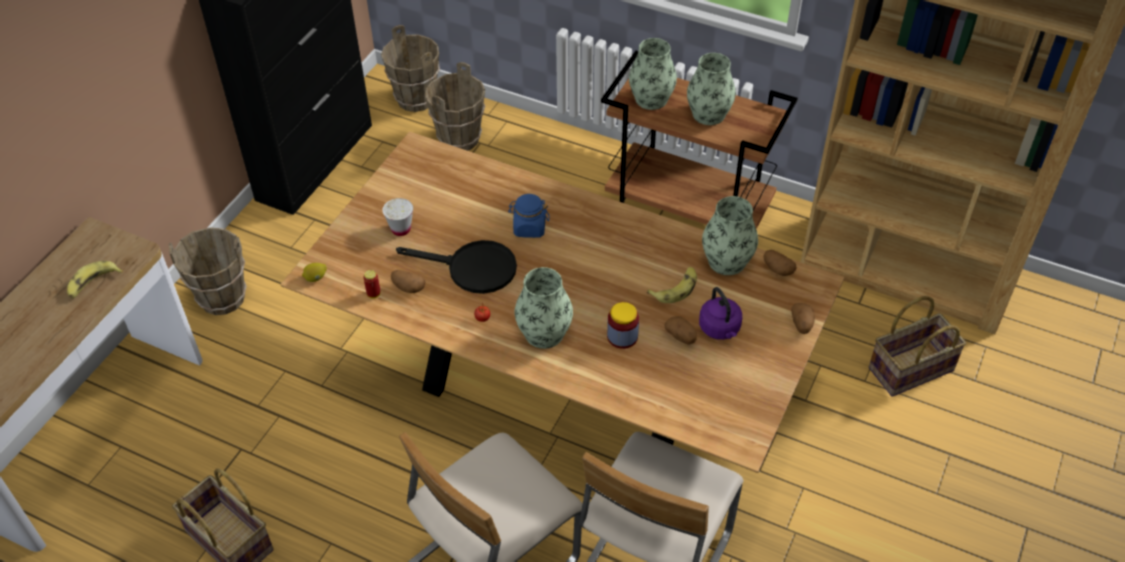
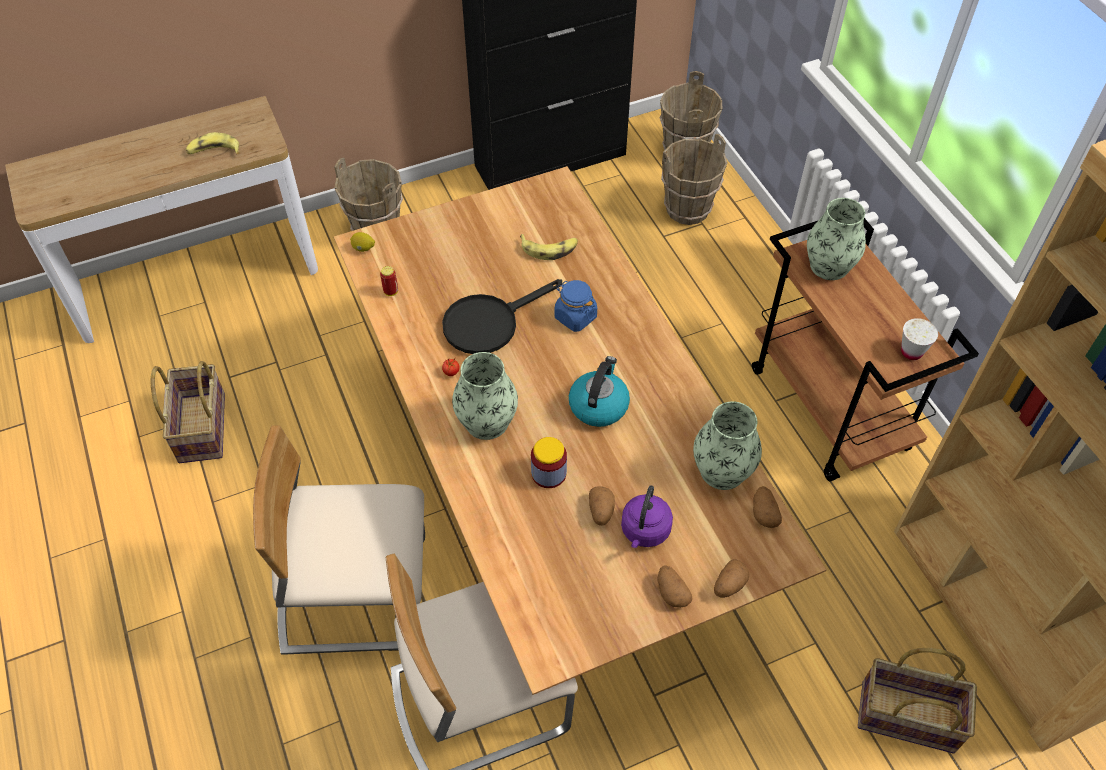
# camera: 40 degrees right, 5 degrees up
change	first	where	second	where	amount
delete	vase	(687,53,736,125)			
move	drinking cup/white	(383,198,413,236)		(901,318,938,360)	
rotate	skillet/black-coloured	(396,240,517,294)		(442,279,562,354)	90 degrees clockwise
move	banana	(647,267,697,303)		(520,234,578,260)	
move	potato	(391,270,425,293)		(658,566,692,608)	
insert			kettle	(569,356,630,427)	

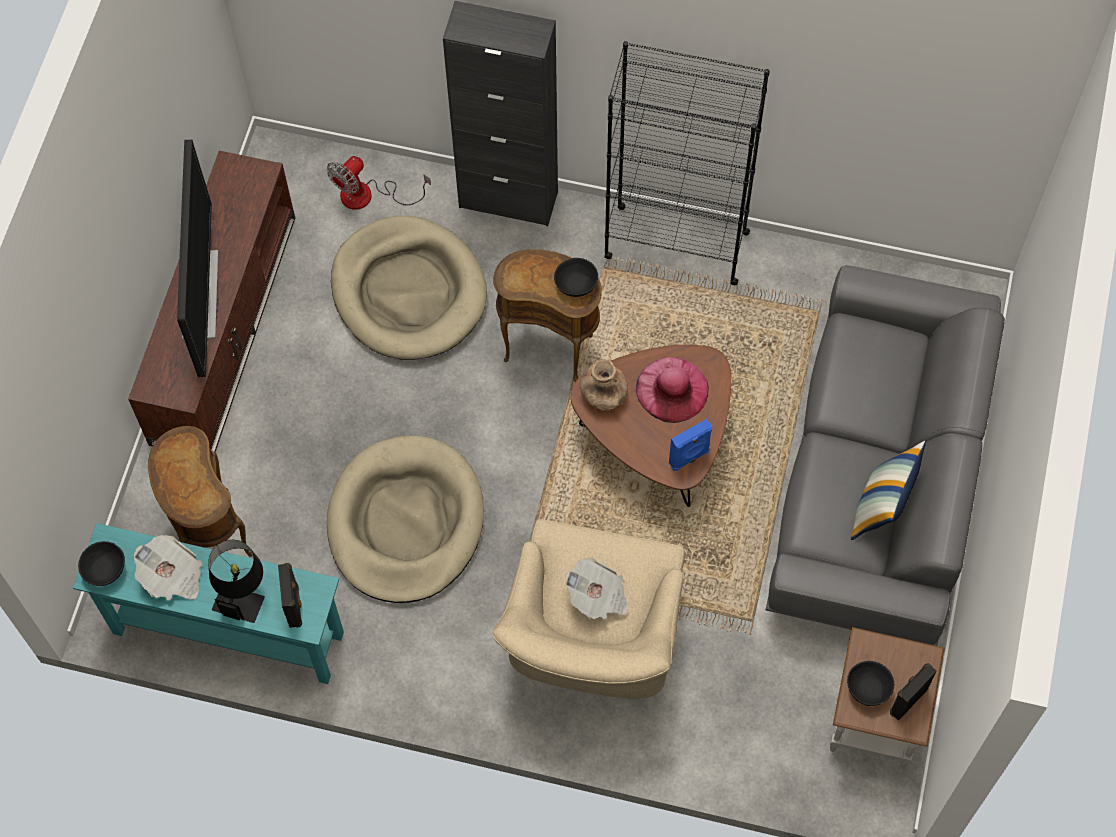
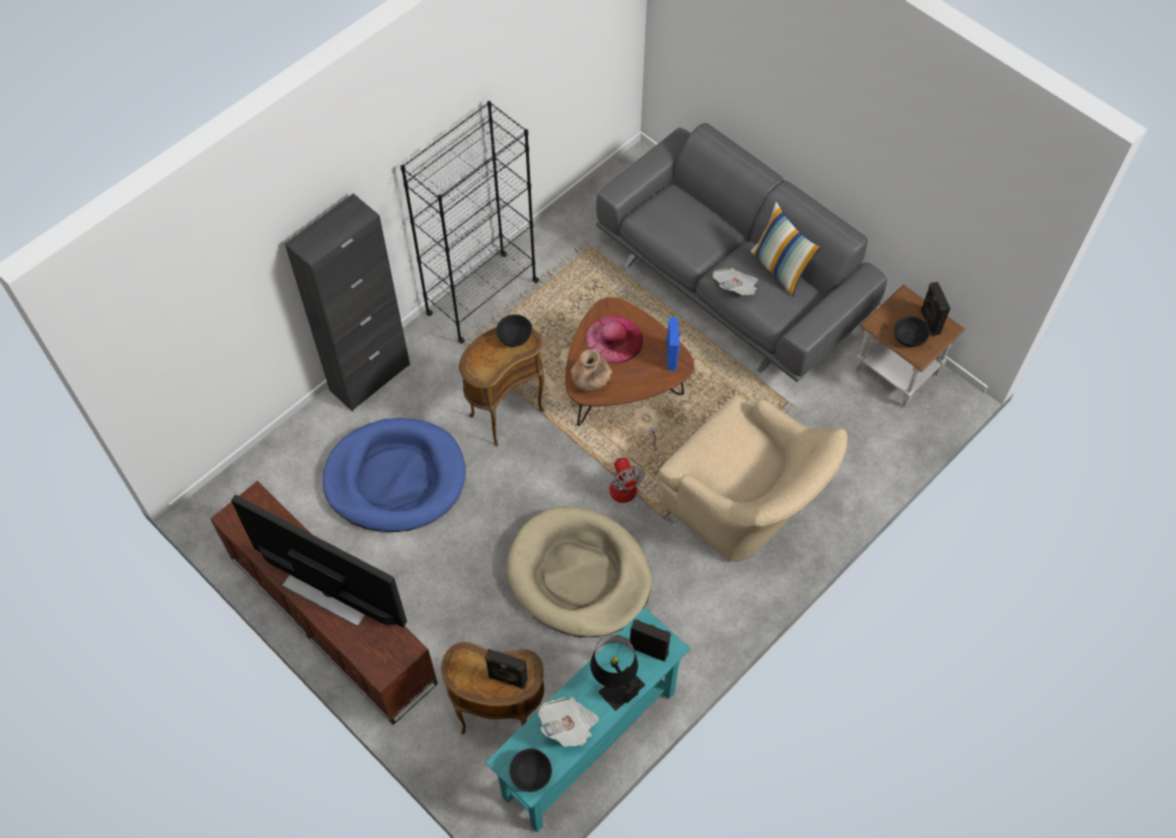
# camera: 60 degrees left, 5 degrees down
change	first	where	second	where	amount
move	cooling fan	(326,156,431,210)		(609,427,657,503)	
recolor	pet bed/beige	(331,216,487,360)	pet bed/blue-coloured	(323,418,466,532)	
move	newspaper	(565,558,628,620)		(713,268,758,295)	
insert			audio speaker/black-coloured	(485,649,528,689)	

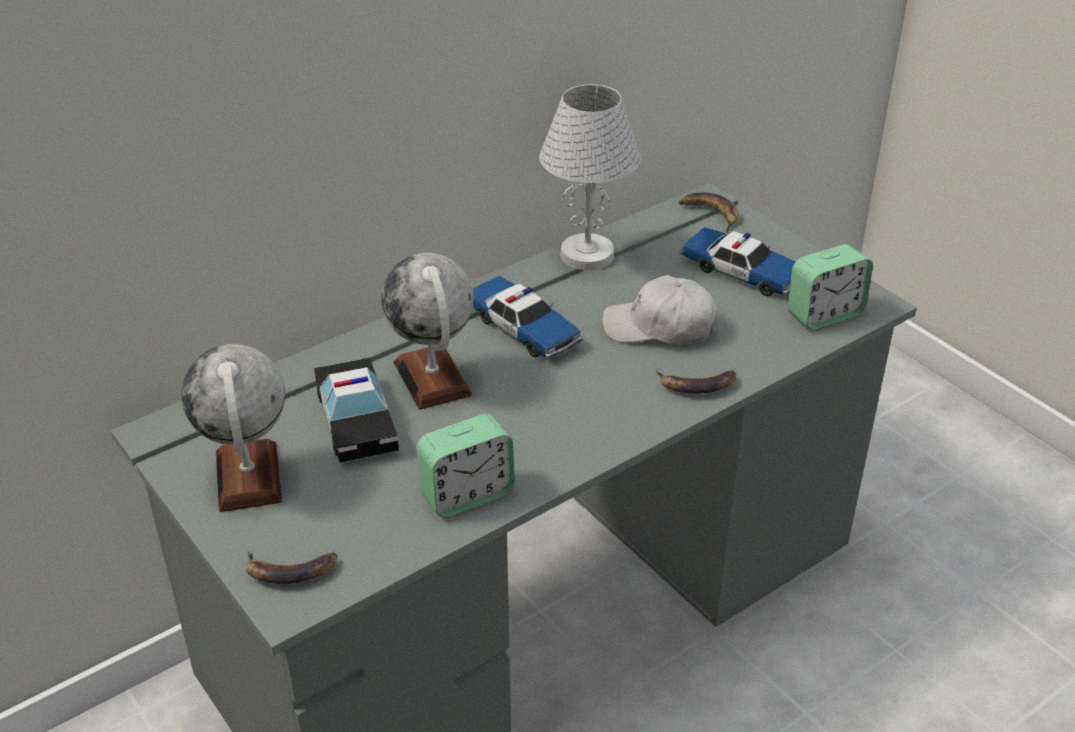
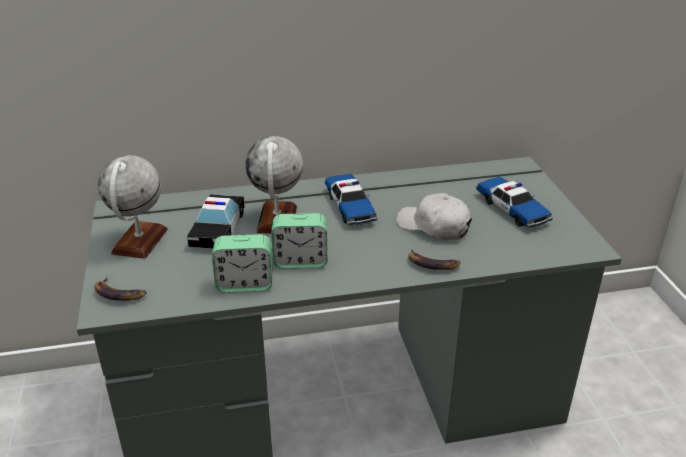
# camera: 25 degrees right, 5 degrees down
change	first	where	second	where	amount
delete	table lamp/white	(539,84,641,270)			
delete	banana	(679,193,739,233)			
move	bedside clock	(788,244,873,330)		(271,213,327,268)	

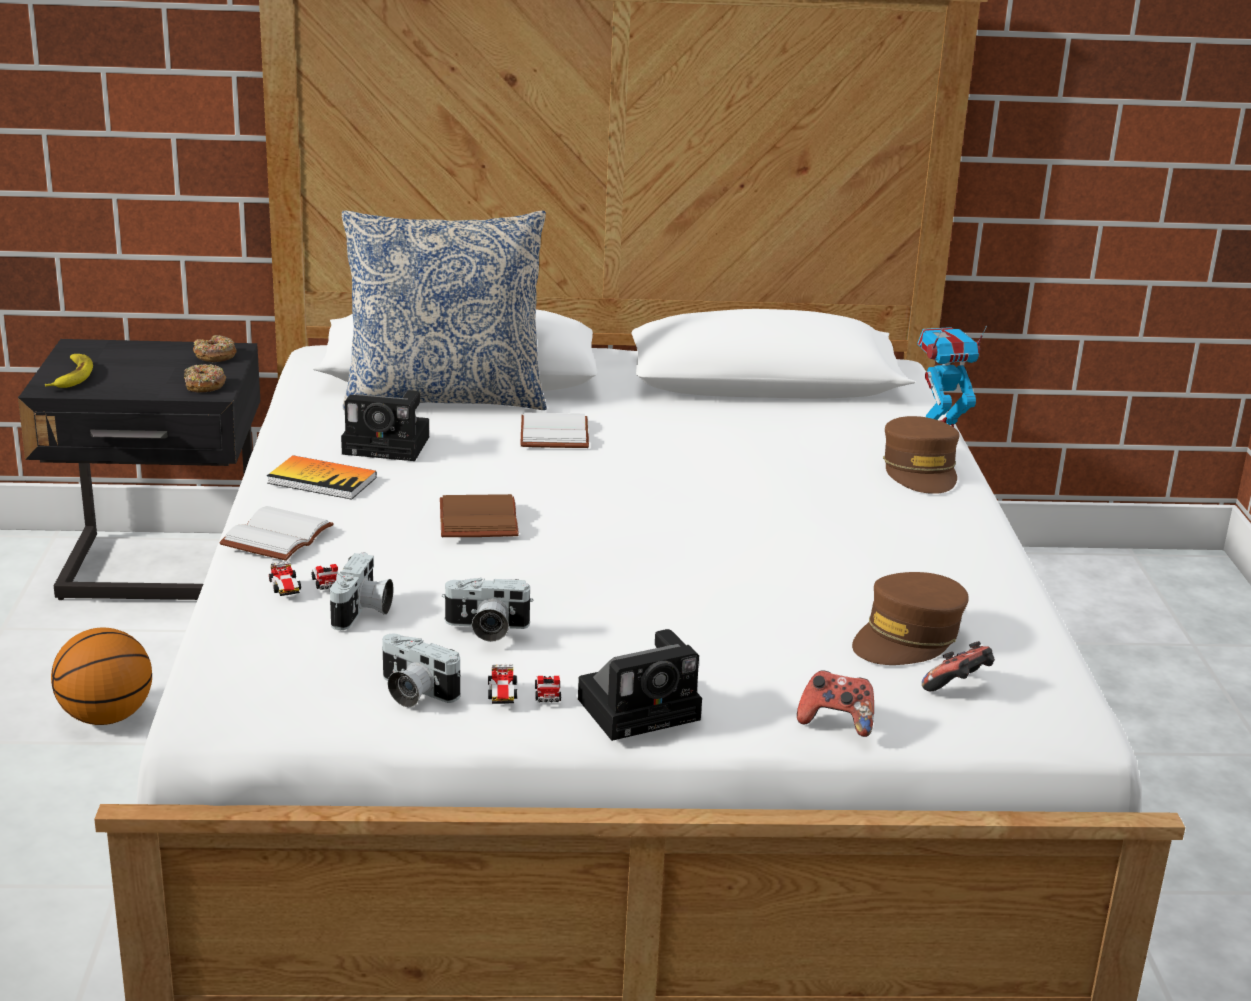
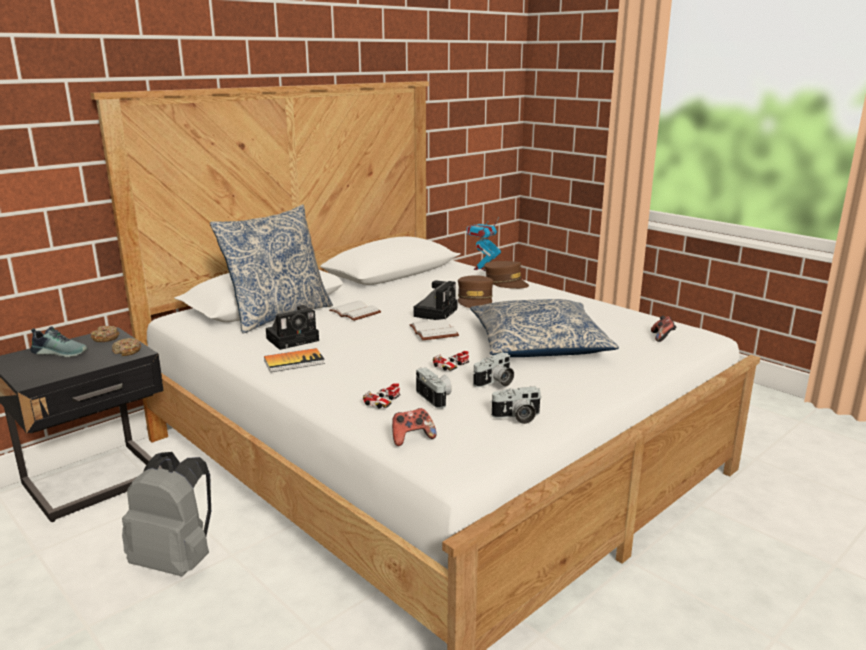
# camera: 40 degrees left, 5 degrees down
change	first	where	second	where	amount
delete	banana	(45,354,93,388)			
delete	book/brown	(440,494,519,537)			
move	book/white	(219,506,334,561)		(409,319,459,340)	
move	cap/brown	(852,572,969,665)		(458,275,494,308)	
replace	basketball	(51,628,152,725)	rucksack/greyish	(122,452,211,576)	
move	still camera	(578,629,702,741)		(413,280,457,320)	
move	model car	(488,664,561,704)		(433,351,469,371)	
move	joypad	(797,670,874,737)		(392,408,437,446)	
insert			cushion	(470,299,619,357)	
insert			shoe	(30,326,88,357)	

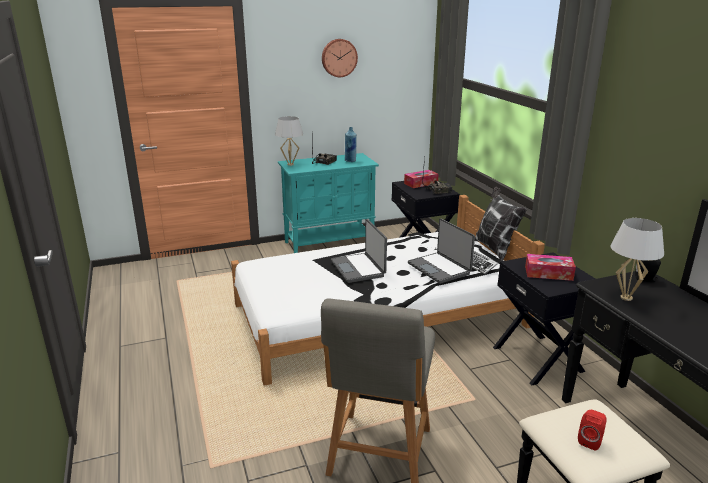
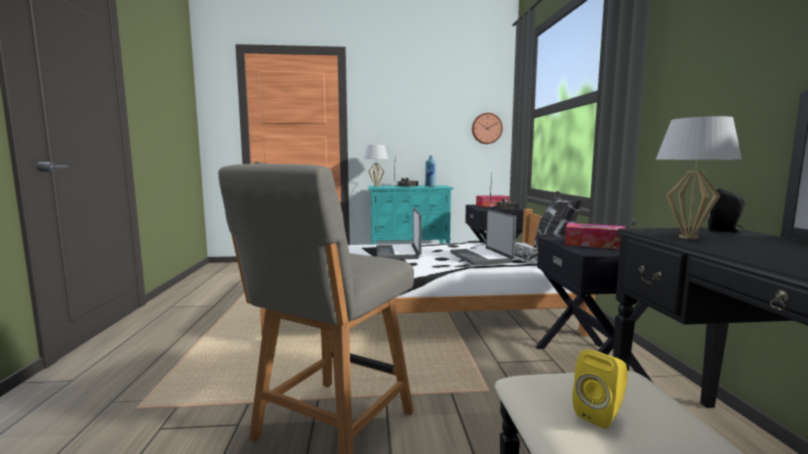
# camera: 15 degrees right, 15 degrees down
change	first	where	second	where	amount
move	hanging clock	(322,39,358,77)		(472,113,503,144)	
recolor	audio speaker/reddish	(578,410,607,450)	audio speaker/yellowish	(572,349,628,429)	

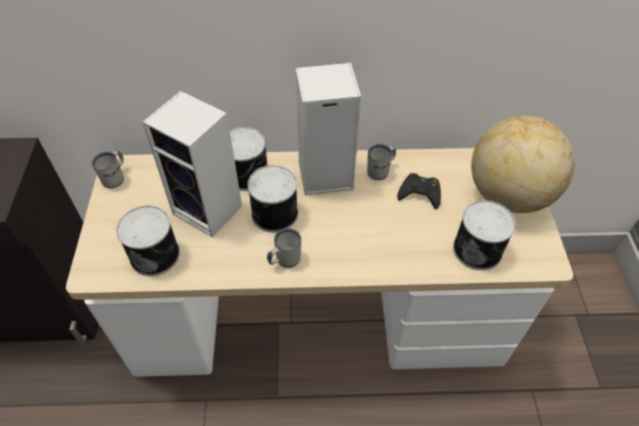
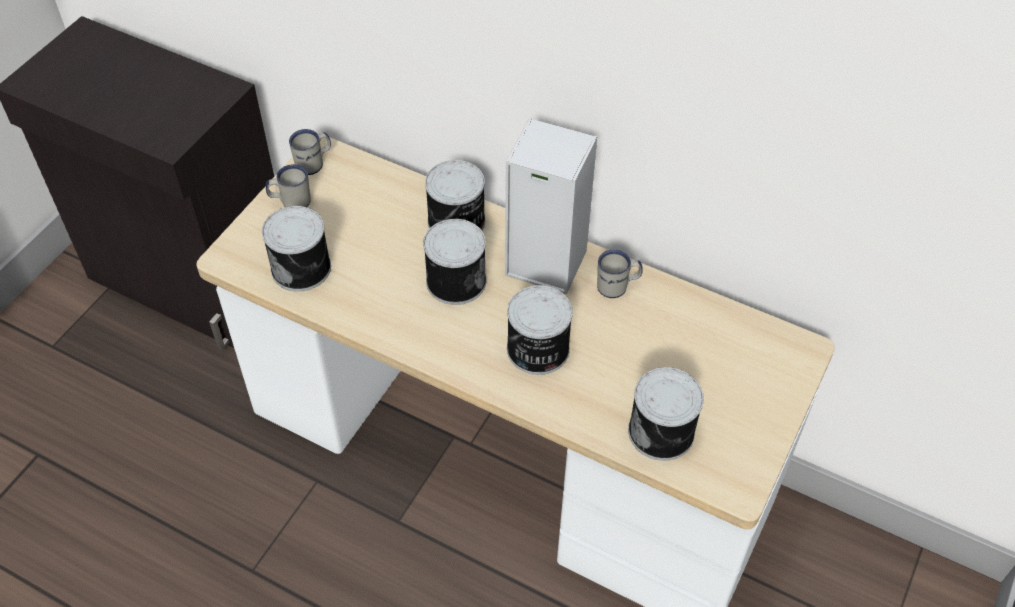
# camera: 30 degrees right, 0 degrees up
change	first	where	second	where	amount
delete	audio speaker	(143,91,242,237)			
delete	desk globe	(471,115,575,213)			
delete	joypad/black-coloured	(397,173,441,209)			
move	tea mug/white	(267,228,301,268)		(266,164,311,207)	
insert			metal can	(507,285,573,375)	

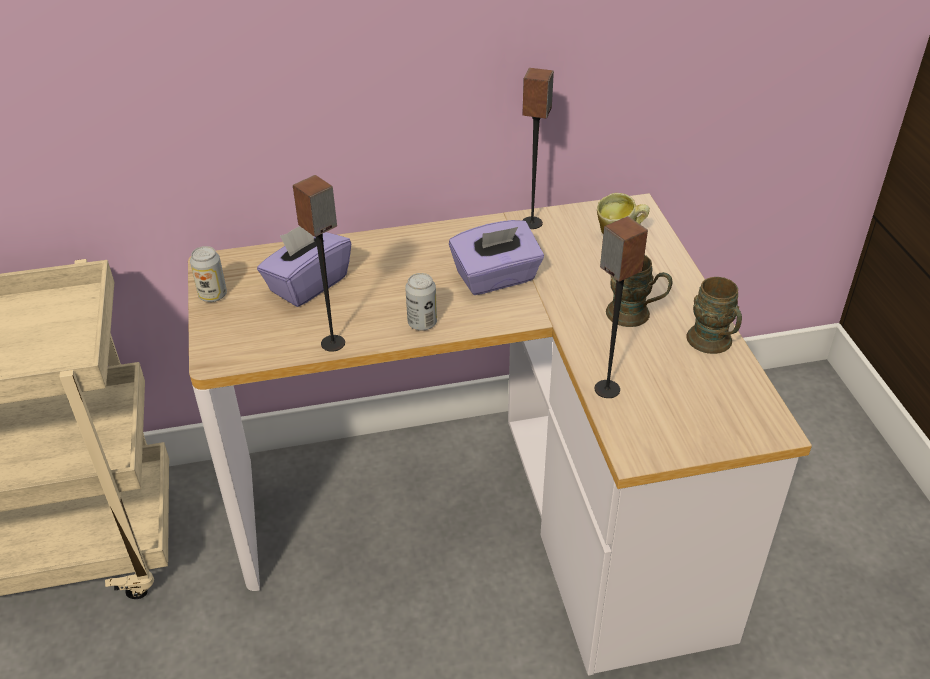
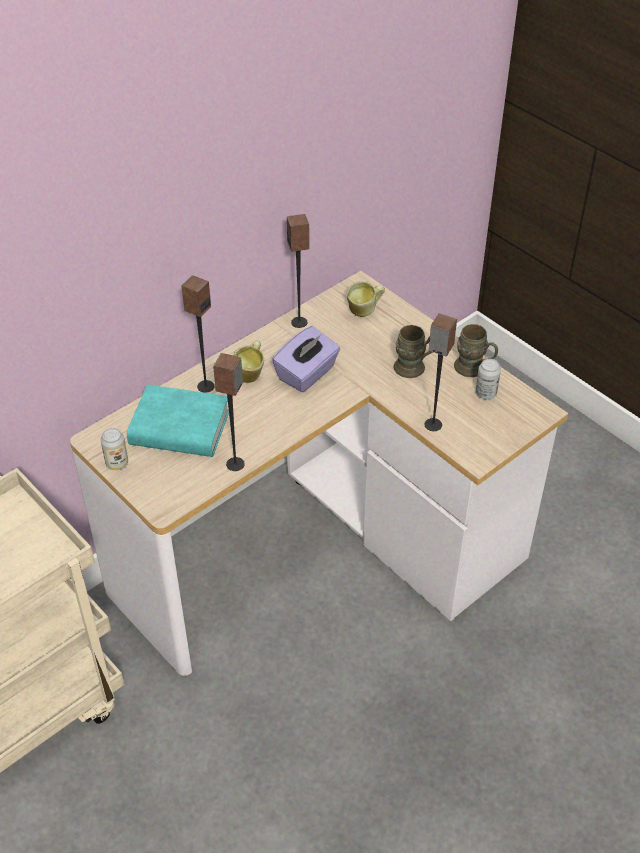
# camera: 30 degrees left, 5 degrees up
change	first	where	second	where	amount
replace	tissue holder/purple-coloured	(257,226,352,307)	book/turquoise-coloured	(127,385,229,457)	
move	metal can	(405,273,437,331)		(476,359,501,399)	
insert			audio speaker	(181,275,214,393)	
insert			tea mug	(234,340,264,383)	

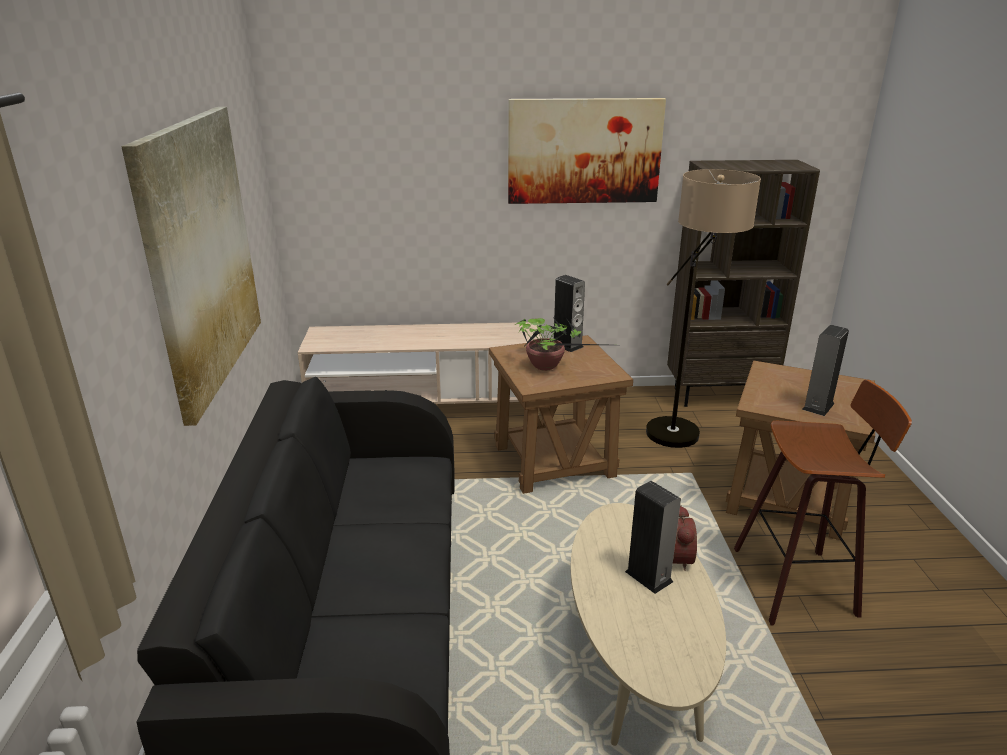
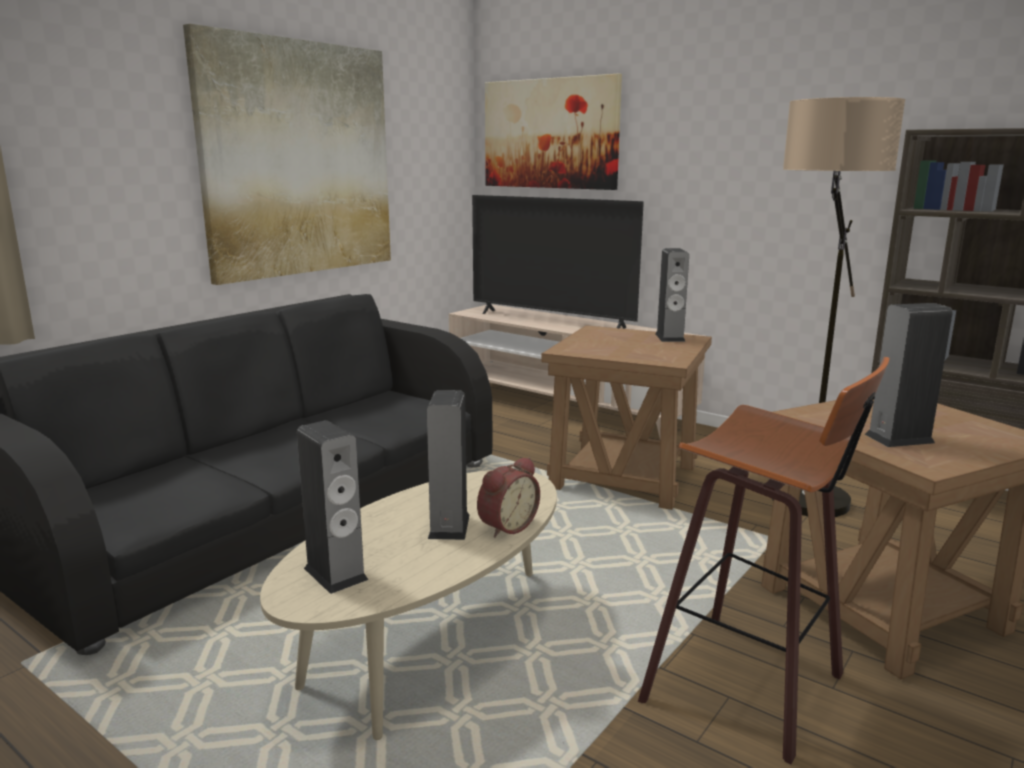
# camera: 40 degrees right, 10 degrees down
change	first	where	second	where	amount
move	picture	(508,98,666,204)		(485,74,622,190)	
delete	houseplant	(515,316,604,371)			
insert			TV	(472,195,644,328)	
insert			audio speaker	(297,420,368,594)	

